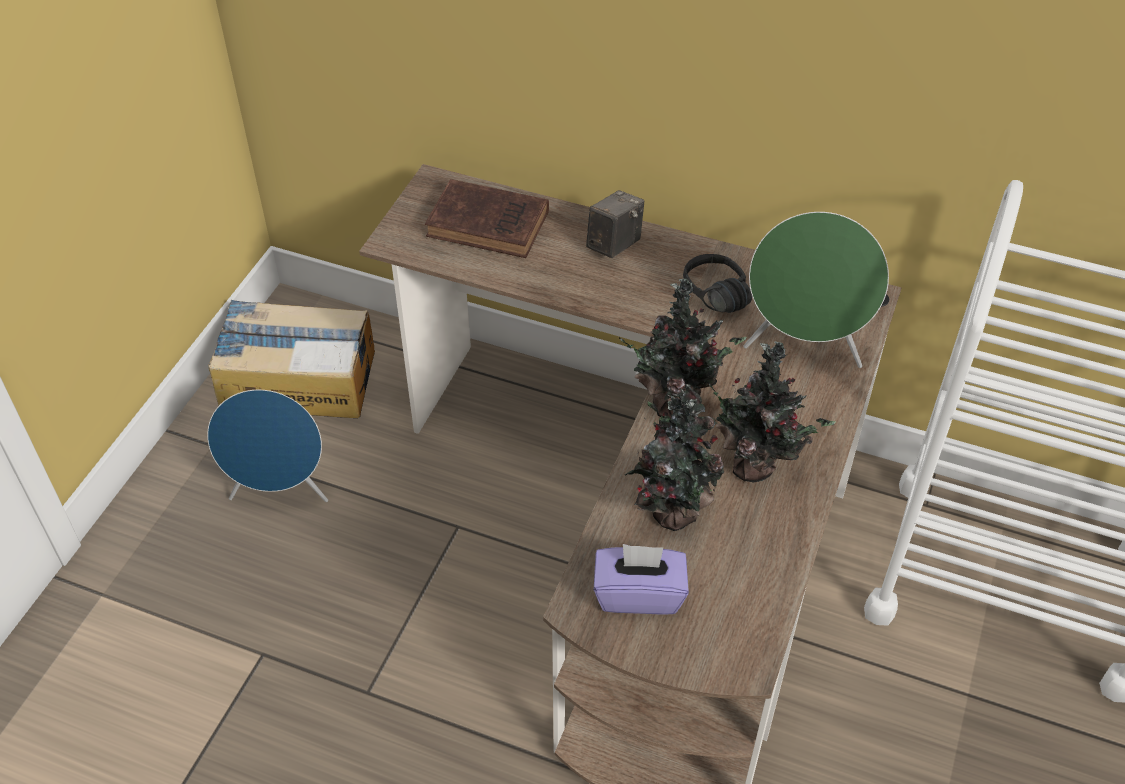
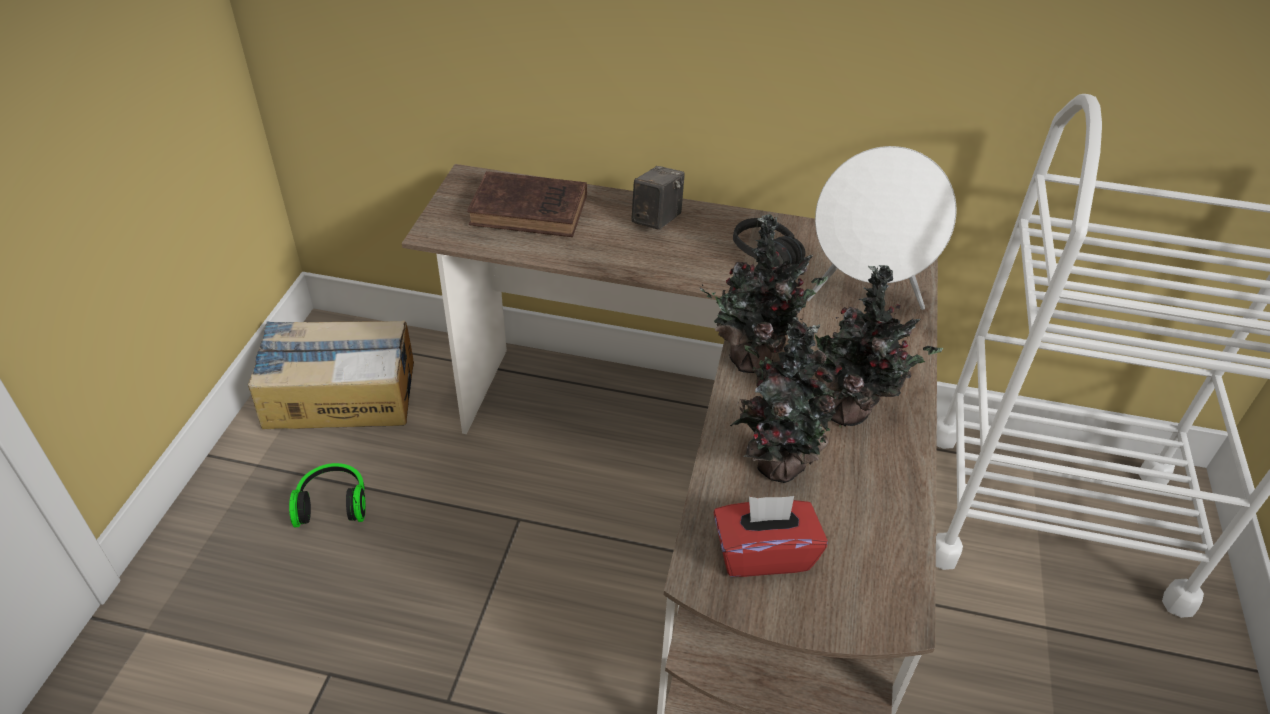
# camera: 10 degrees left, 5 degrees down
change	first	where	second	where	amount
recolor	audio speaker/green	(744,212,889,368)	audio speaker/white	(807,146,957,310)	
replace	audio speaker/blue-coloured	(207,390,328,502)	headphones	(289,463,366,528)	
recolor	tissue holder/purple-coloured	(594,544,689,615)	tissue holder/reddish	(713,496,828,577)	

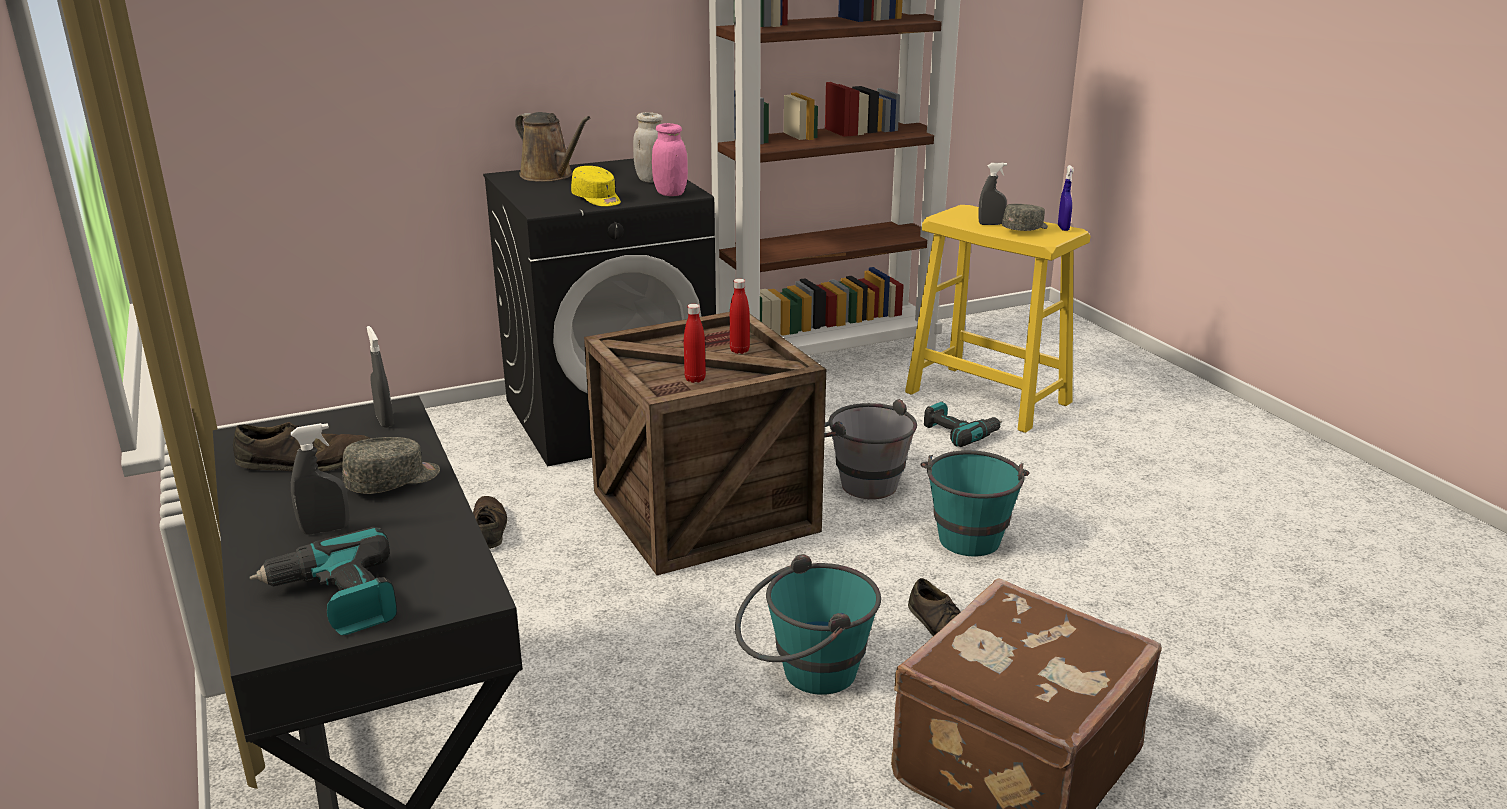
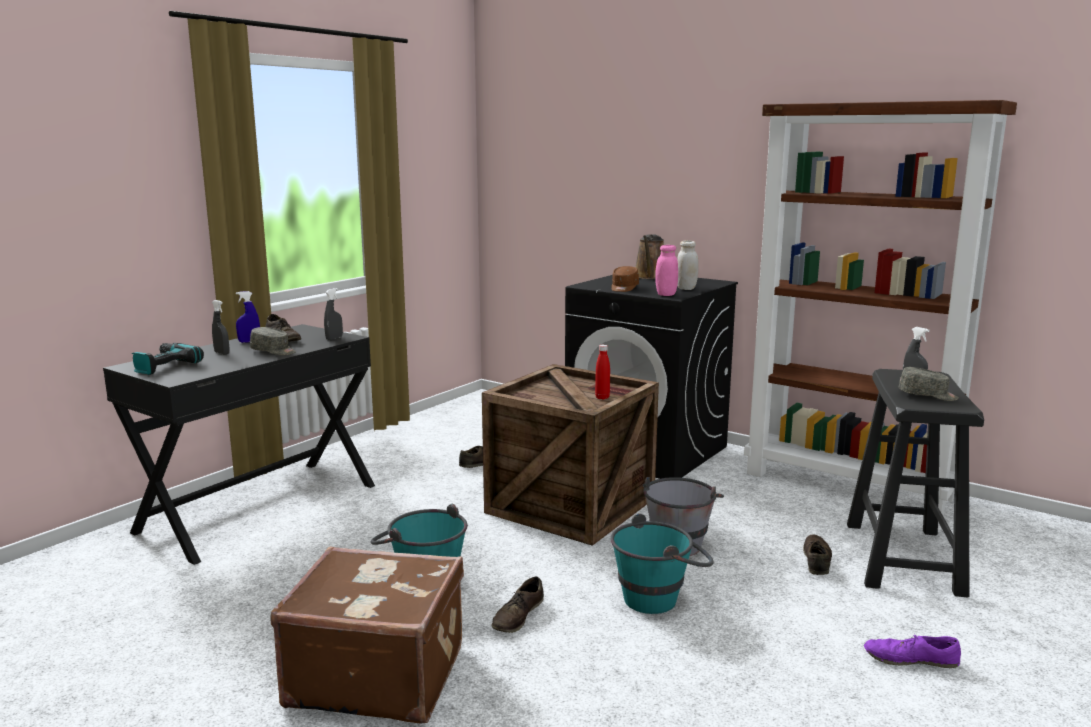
# camera: 60 degrees right, 10 degrees down
change	first	where	second	where	amount
move	hand sprayer/blue-coloured	(1058,165,1074,231)		(236,291,260,343)	
recolor	cap/yellowish	(571,166,621,207)	cap/brown	(611,266,639,292)	
recolor	sitting stool/yellowish	(905,205,1090,433)	sitting stool/black-coloured	(847,369,984,598)	
delete	bottle/reddish	(684,304,706,383)			
replace	drill	(924,402,1002,447)	shoe/brown	(803,534,832,575)	
insert			shoe/purple-coloured	(864,635,961,668)	

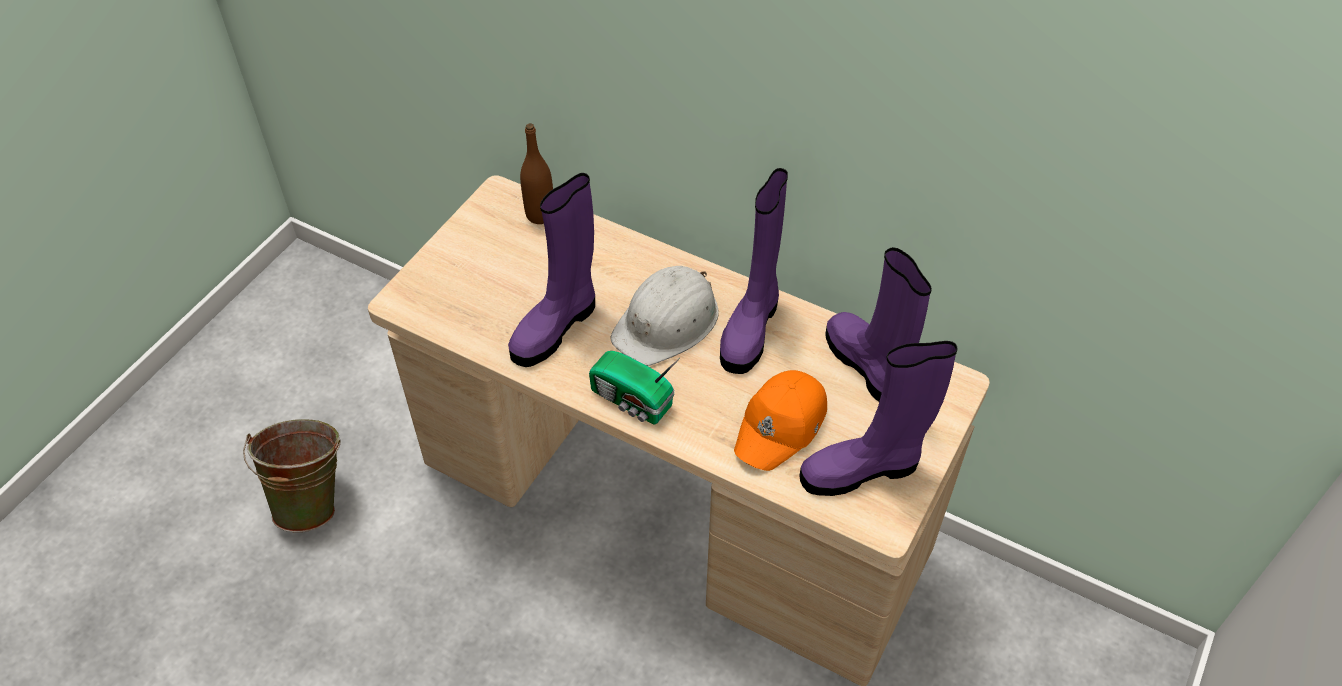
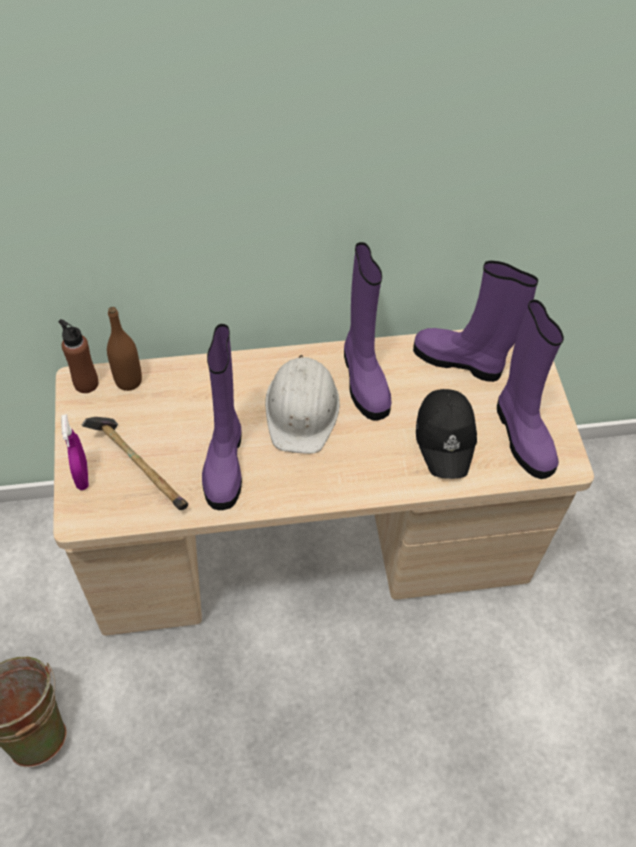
# camera: 40 degrees left, 5 degrees up
change	first	where	second	where	amount
rotate	boot/purple-coloured	(799,341,957,496)		(497,300,564,479)	60 degrees counterclockwise
delete	radio receiver	(589,351,680,425)			
recolor	cap/orangey	(734,370,827,471)	cap/black-coloured	(416,389,477,479)	
insert			bottle/brown	(58,319,98,393)	
insert			hand sprayer/purple-coloured	(61,414,89,490)	
insert			hammer	(81,417,188,510)	

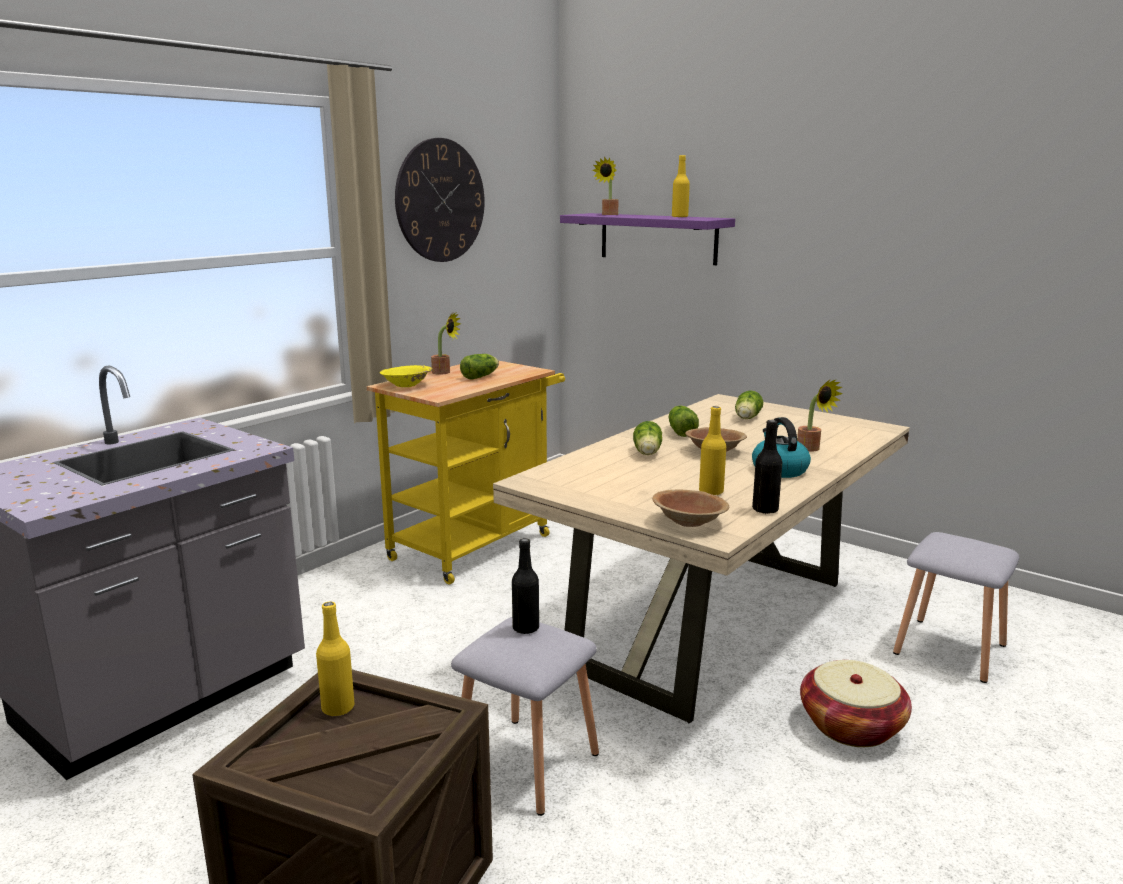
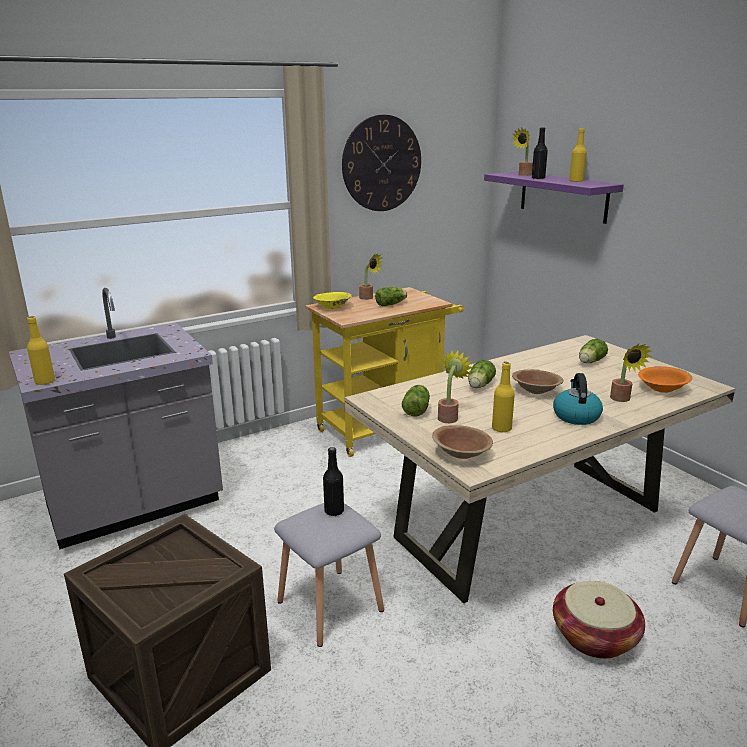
# camera: 20 degrees right, 5 degrees up
change	first	where	second	where	amount
move	lettuce head	(669,405,699,437)		(402,385,430,417)	
move	bottle/black-coloured	(752,420,782,514)		(532,127,548,179)	
move	bottle/yellowish	(316,601,355,717)		(27,316,55,385)	
insert			houseplant	(438,350,473,423)	
insert			serving bowl/orangey	(638,366,692,393)	

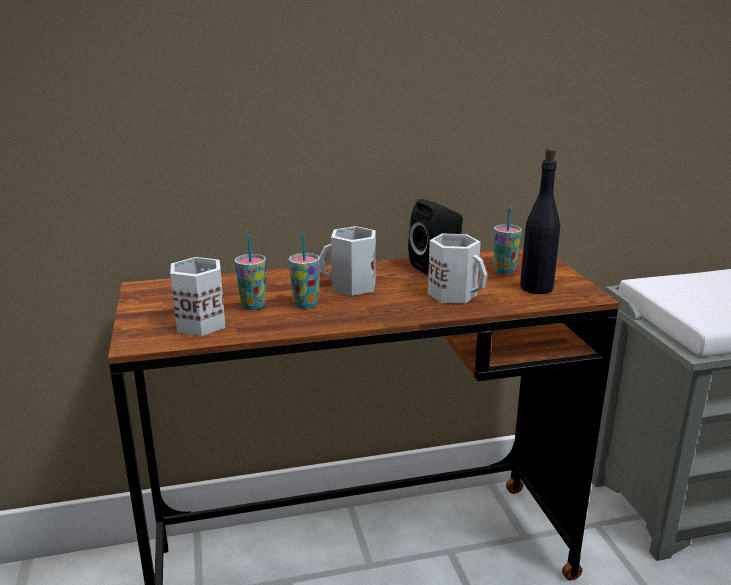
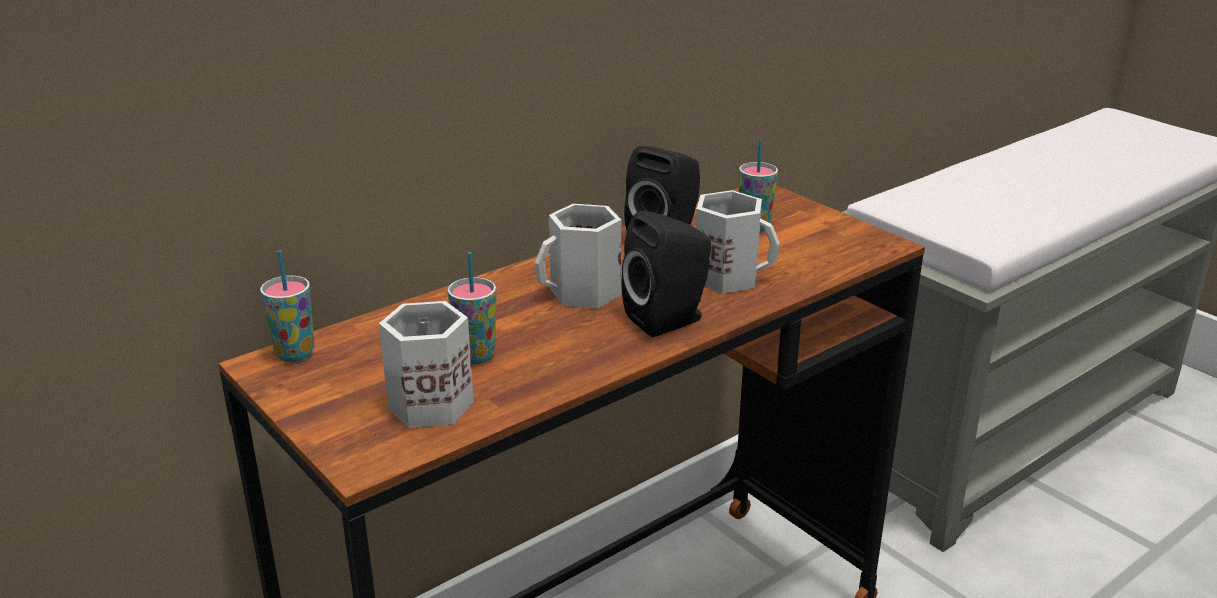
# camera: 25 degrees left, 5 degrees up
change	first	where	second	where	amount
delete	bottle/black-coloured	(520,148,560,294)			
move	drinking cup	(289,234,320,309)		(260,250,314,362)	
insert			audio speaker/black-coloured	(621,211,711,337)	

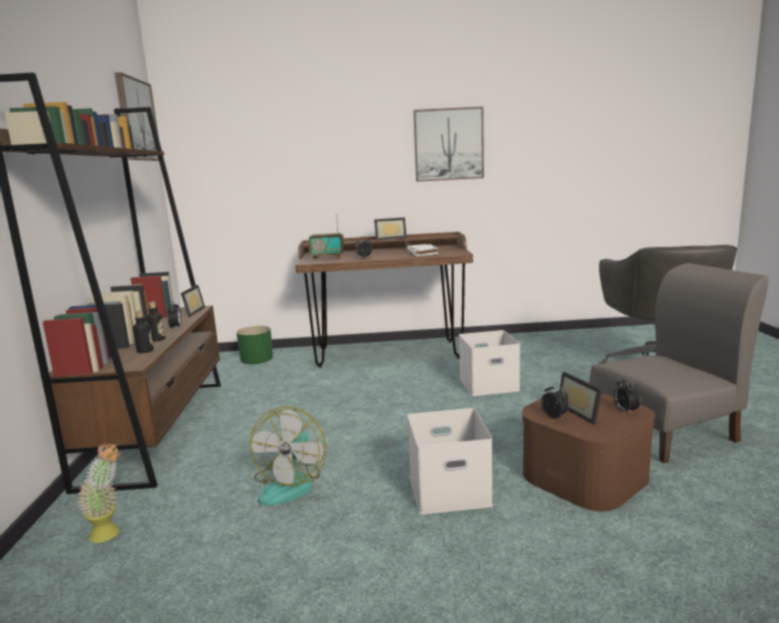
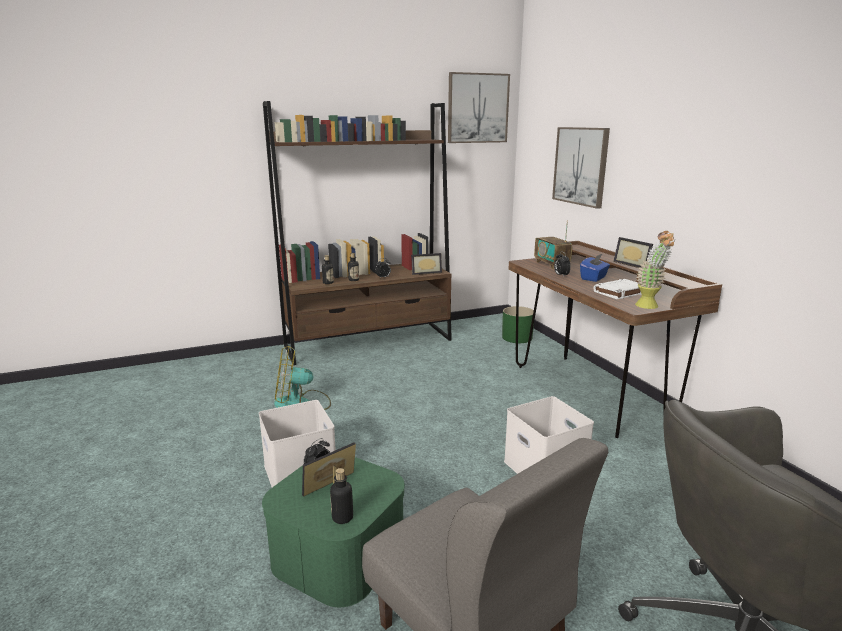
# camera: 70 degrees right, 5 degrees up
change	first	where	second	where	amount
move	picture	(413,107,484,182)		(552,127,610,209)	
replace	bedside clock	(613,377,641,413)	bottle	(330,468,353,524)	
recolor	storage bin/brown	(522,390,655,511)	storage bin/green	(262,457,405,607)	
move	houseplant	(77,443,121,543)		(635,231,675,309)	
insert			tissue holder/blue-coloured	(580,253,610,282)	

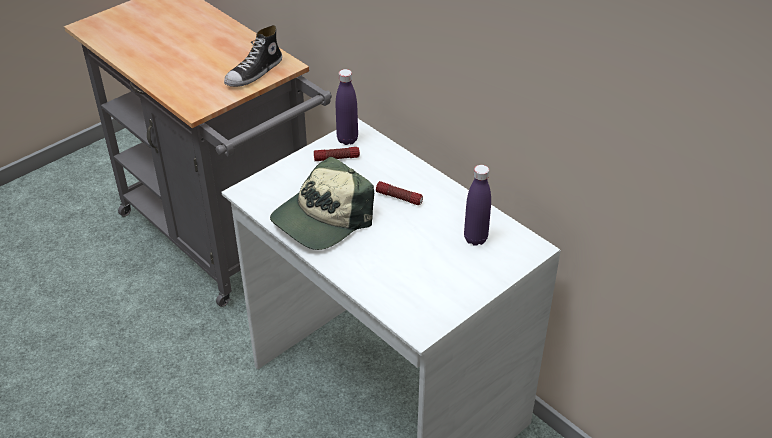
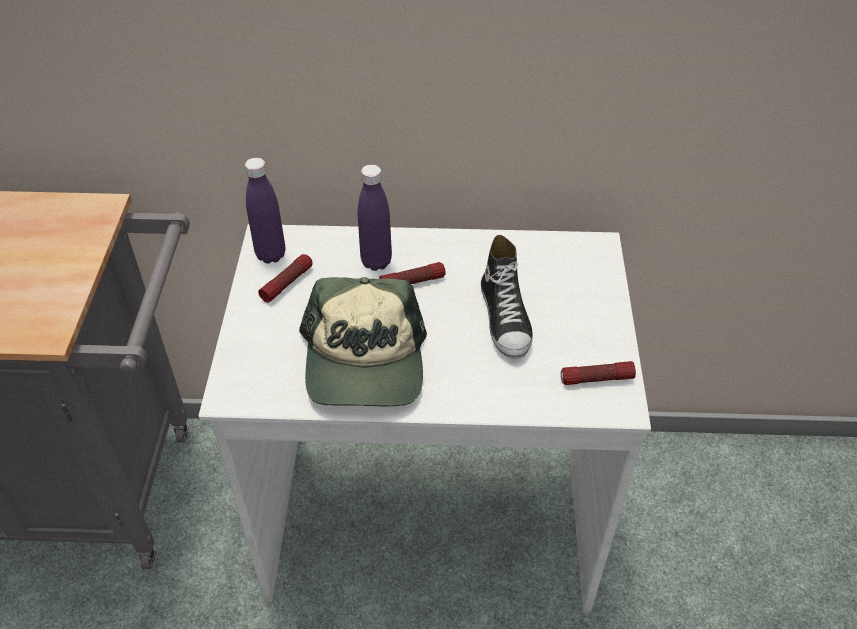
# camera: 45 degrees left, 5 degrees up
change	first	where	second	where	amount
move	shoe	(224,25,282,87)		(481,235,533,359)	
move	bottle/purple-coloured	(464,165,491,246)		(358,164,392,271)	
insert			hand torch	(561,361,636,385)	

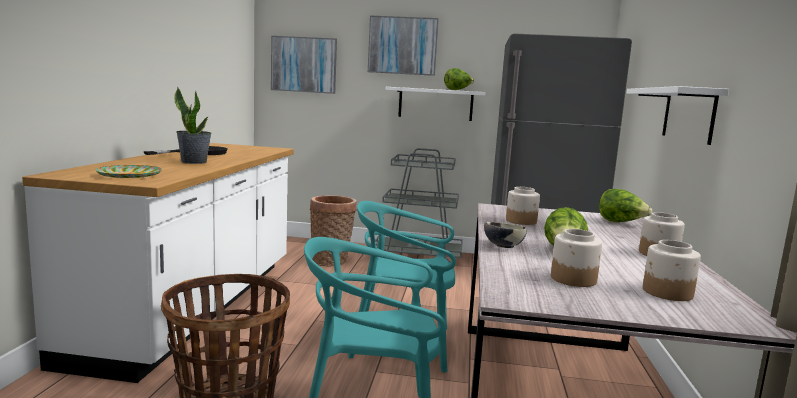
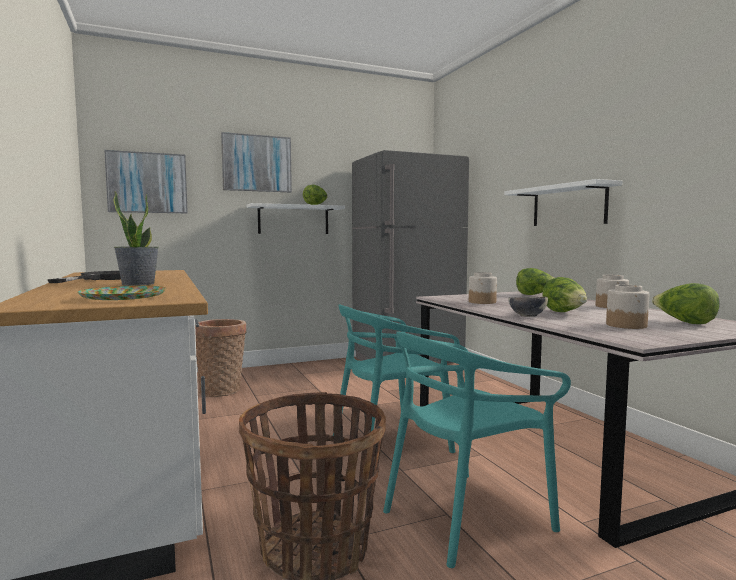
# camera: 30 degrees left, 5 degrees down
change	first	where	second	where	amount
delete	cart/greyish	(375,148,463,263)			
replace	jar	(643,240,701,301)	lettuce head	(652,283,720,324)	

